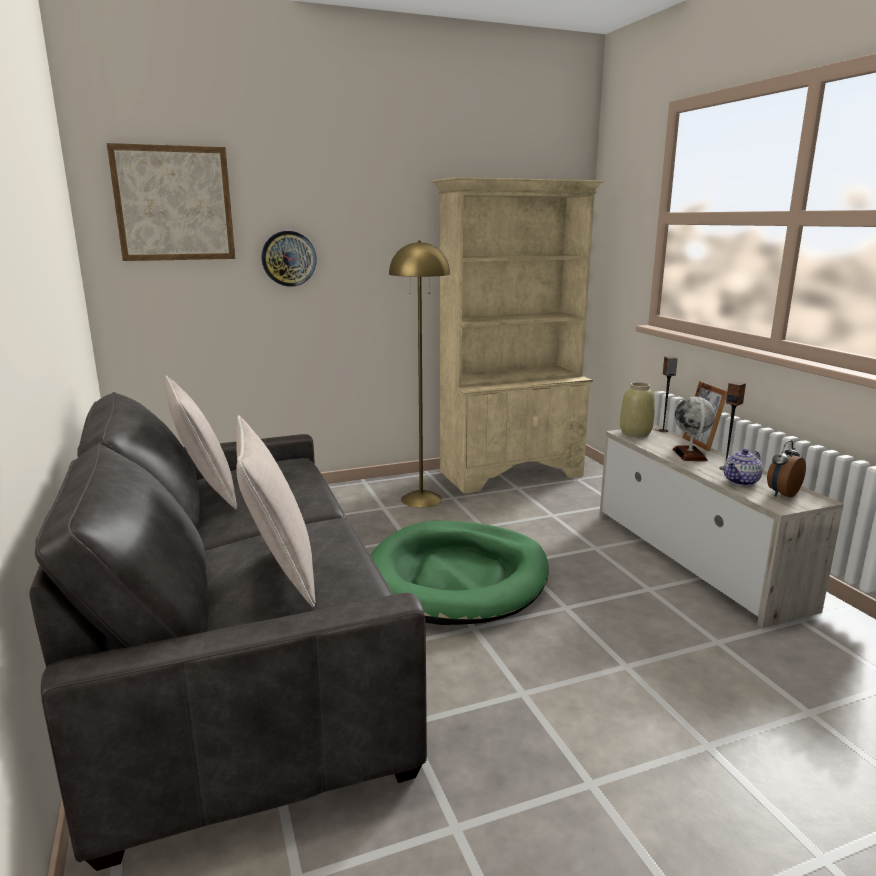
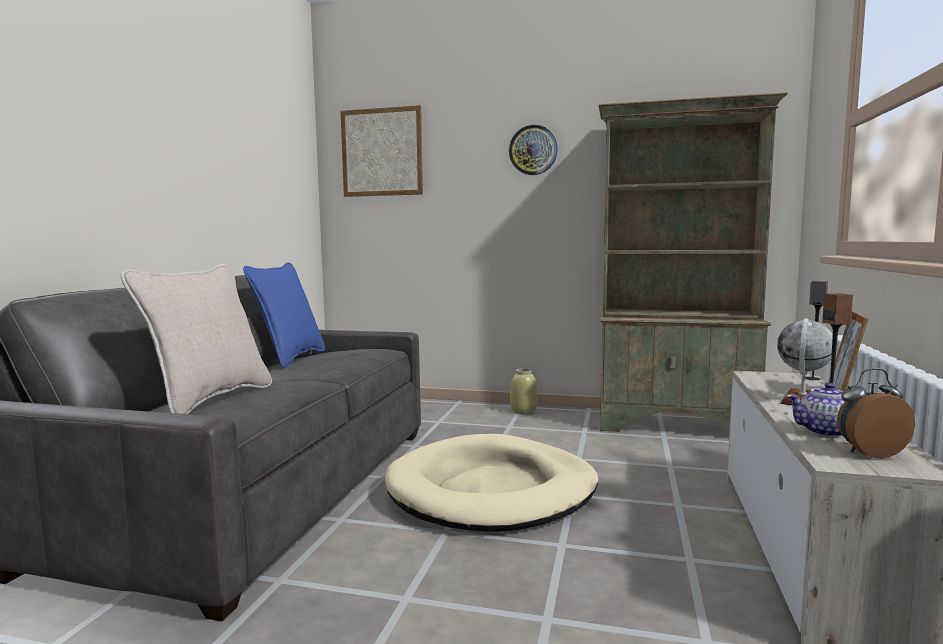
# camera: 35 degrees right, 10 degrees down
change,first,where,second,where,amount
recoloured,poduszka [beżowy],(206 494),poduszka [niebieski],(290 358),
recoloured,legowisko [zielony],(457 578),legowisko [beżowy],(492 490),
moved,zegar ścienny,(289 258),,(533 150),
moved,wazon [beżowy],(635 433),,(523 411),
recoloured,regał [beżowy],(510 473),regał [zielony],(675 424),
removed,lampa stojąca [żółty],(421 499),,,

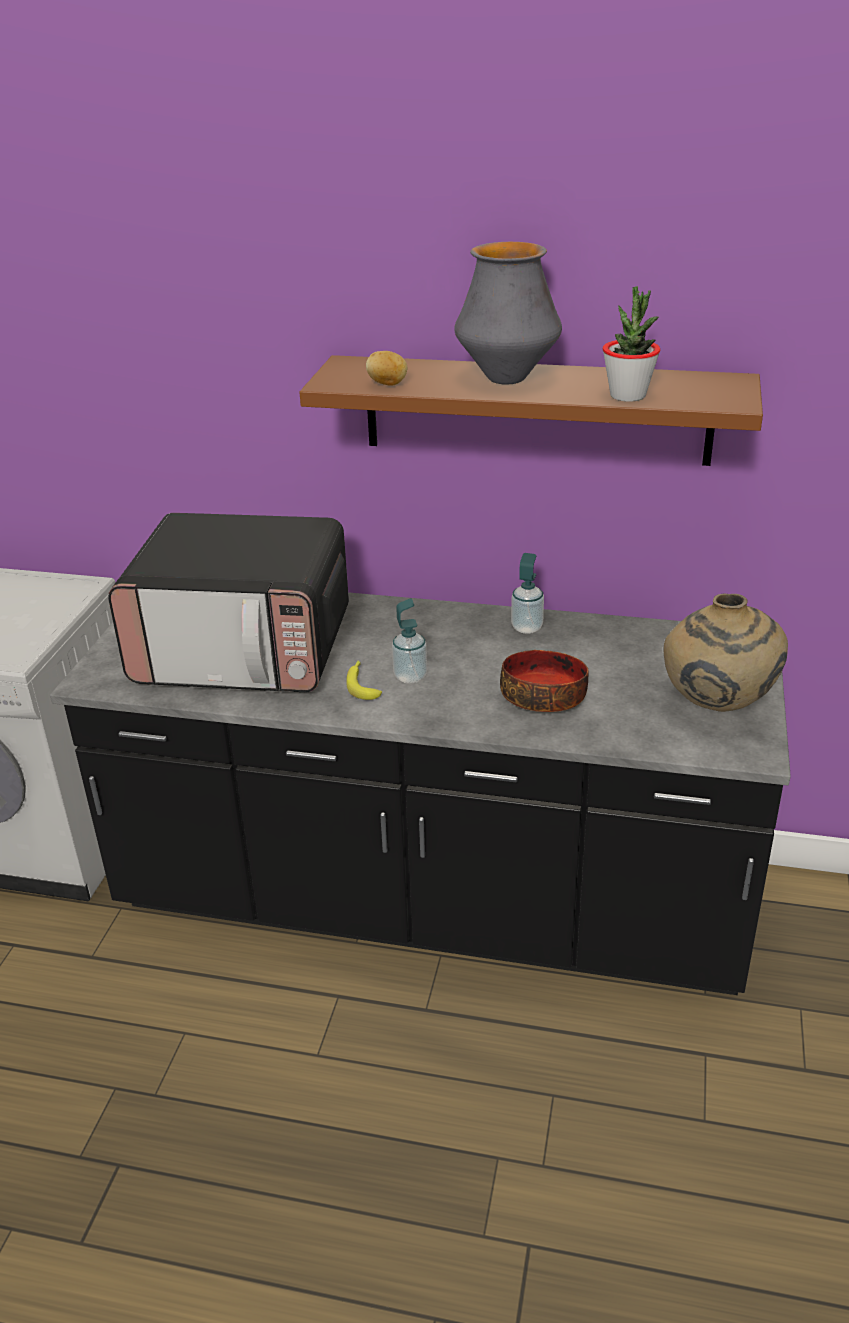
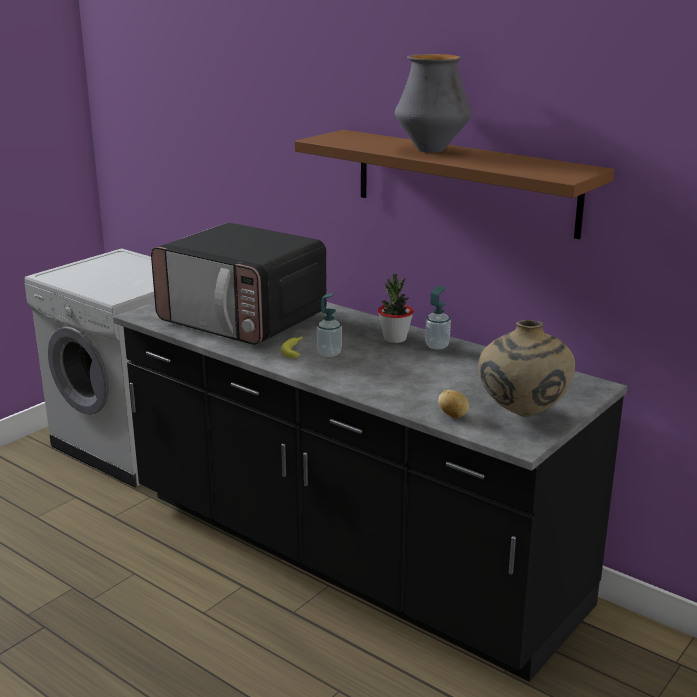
# camera: 25 degrees right, 10 degrees down
change,first,where,second,where,amount
moved,roślina doniczkowa,(628 396),,(395 339),
moved,ziemniak,(387 384),,(453 415),
removed,miska,(544 697),,,

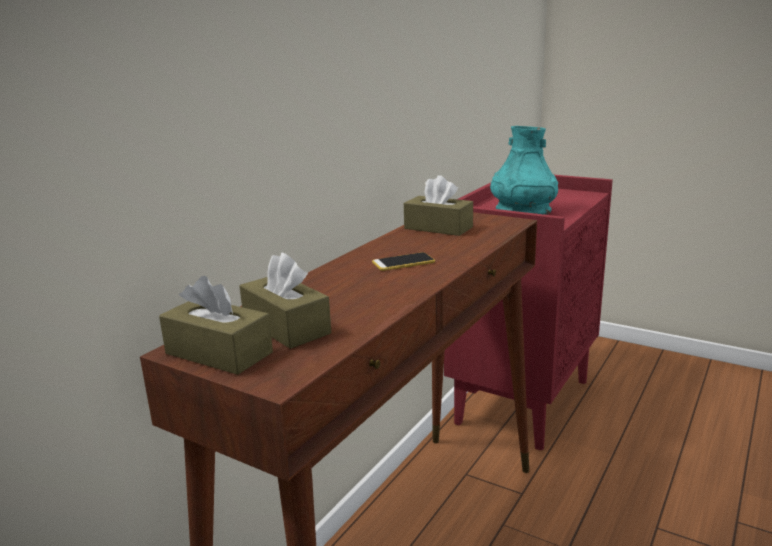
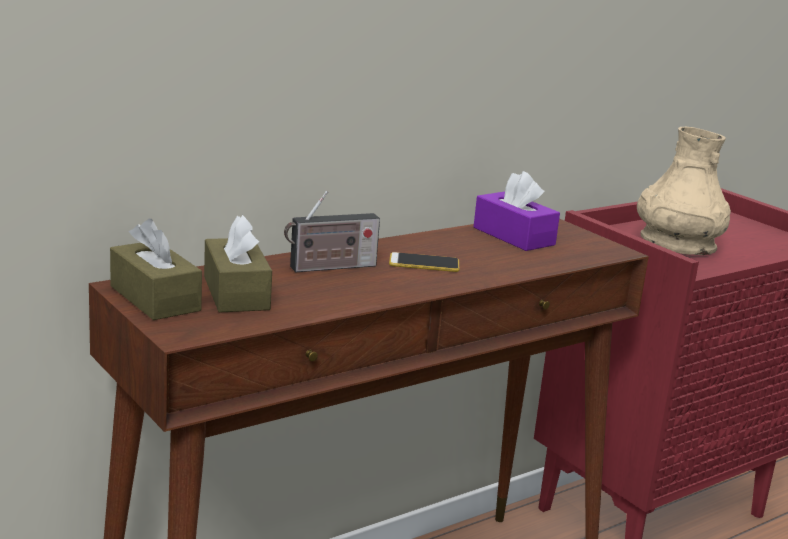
# camera: 20 degrees right, 0 degrees up
change,first,where,second,where,amount
added,,,radio,(329 267),
recoloured,pudełko chusteczek [brązowy],(438 228),pudełko chusteczek [fioletowy],(513 236),
recoloured,wazon [turkusowy],(523 211),wazon [beżowy],(677 244),

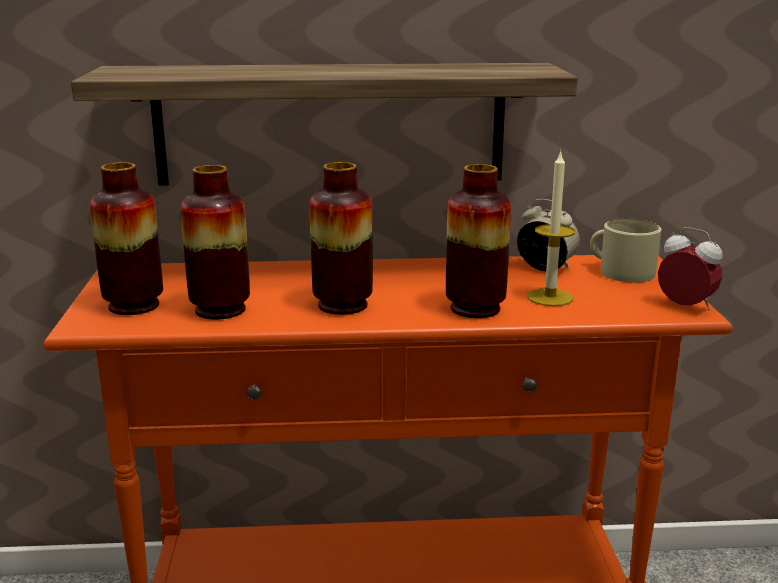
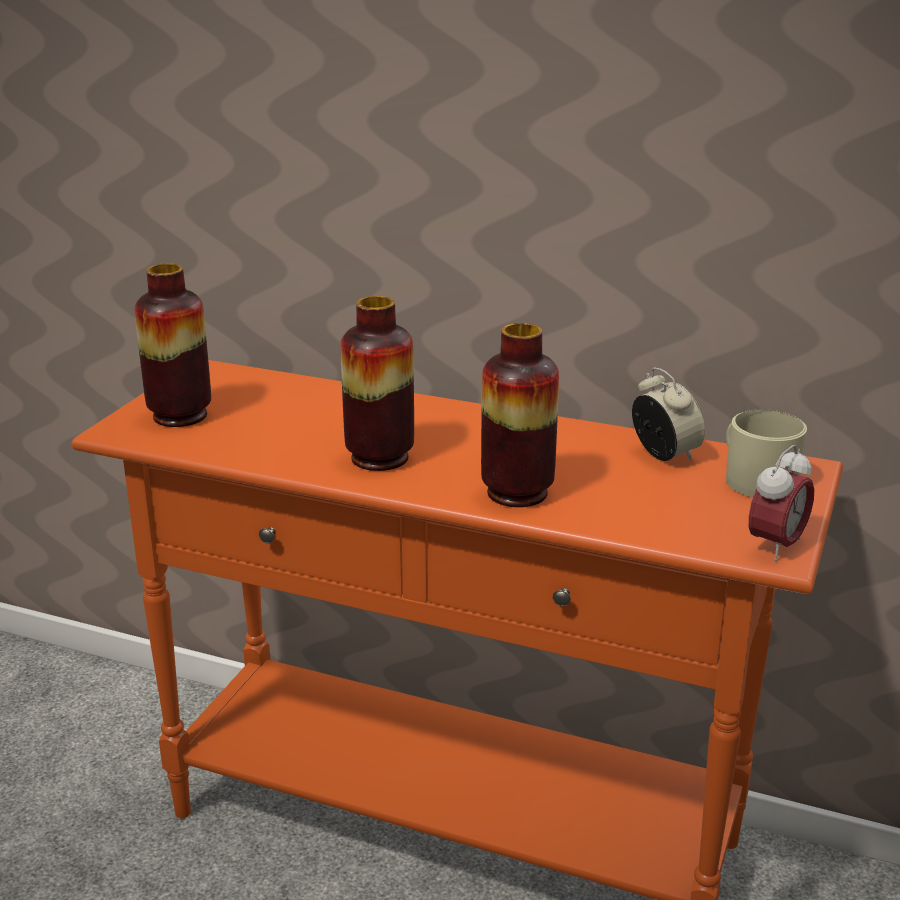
# camera: 25 degrees right, 5 degrees up
change,first,where,second,where,amount
turned,budzik,(685 307),,(776 546),60 degrees clockwise
removed,półka,(330 124),,,
removed,wazon,(220 310),,,
removed,świeca,(550 297),,,

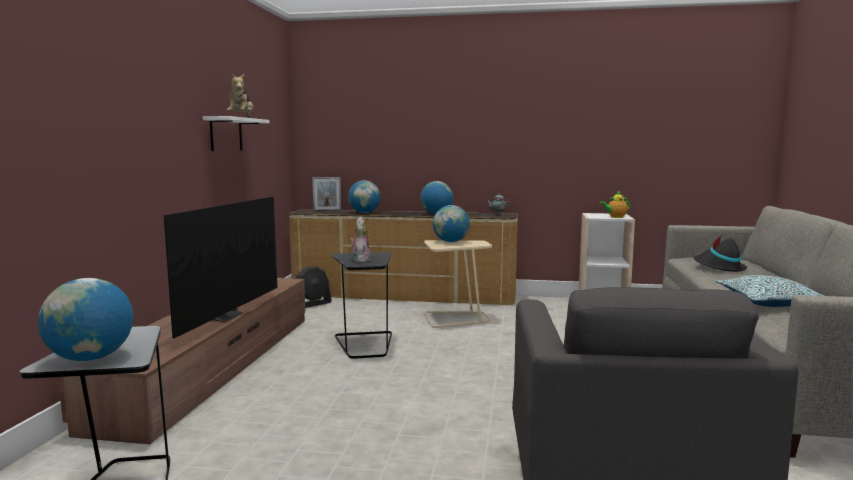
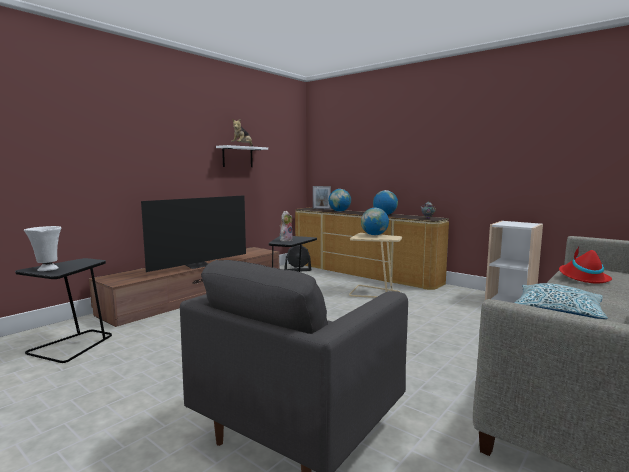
# camera: 30 degrees right, 0 degrees up
change,first,where,second,where,amount
replaced,globus,(90 358),wazon [biały],(47 269),
recoloured,kapelusz [czarny],(719 267),kapelusz [czerwony],(582 277),
removed,imbryk,(615 217),,,

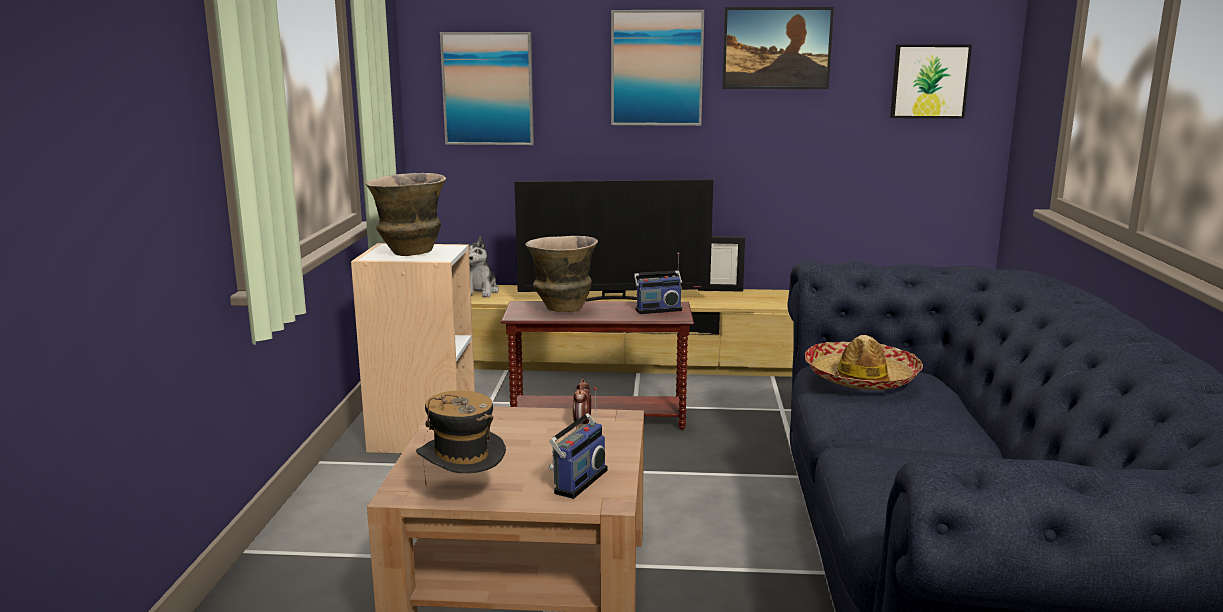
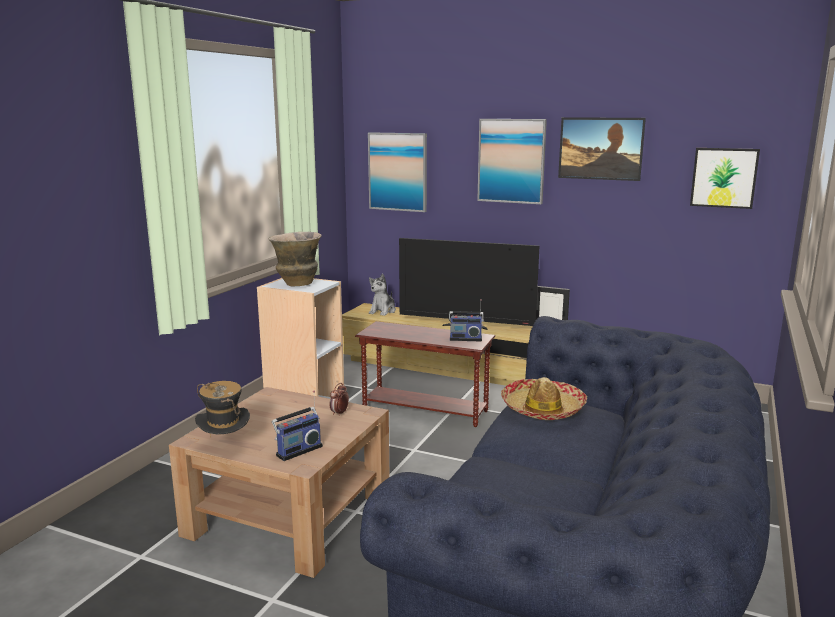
# camera: 20 degrees right, 0 degrees up
change,first,where,second,where,amount
removed,wazon,(562 308),,,

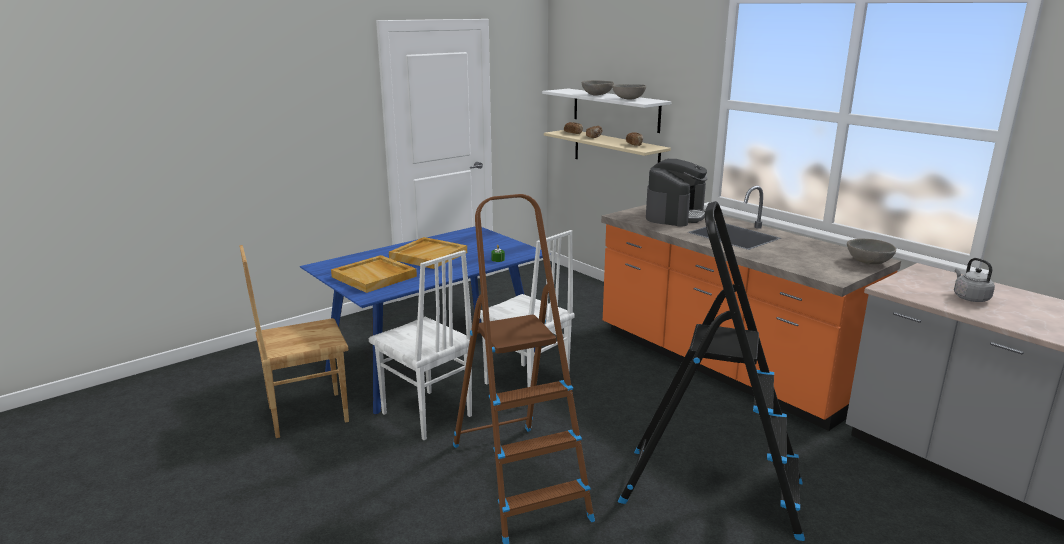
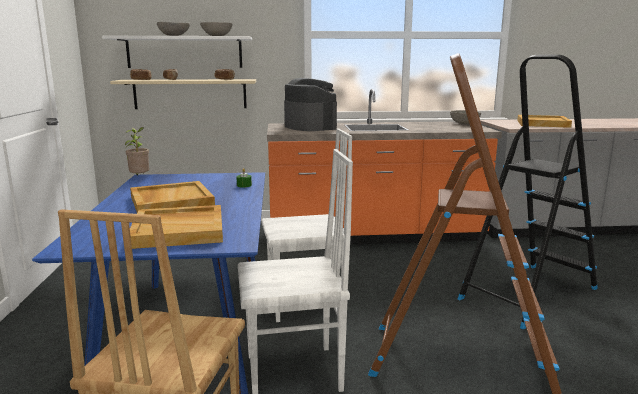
# camera: 55 degrees left, 5 degrees down
change,first,where,second,where,amount
added,,,roślina doniczkowa,(140 178),
replaced,czajnik [szary],(969 298),taca [beżowy],(542 124),

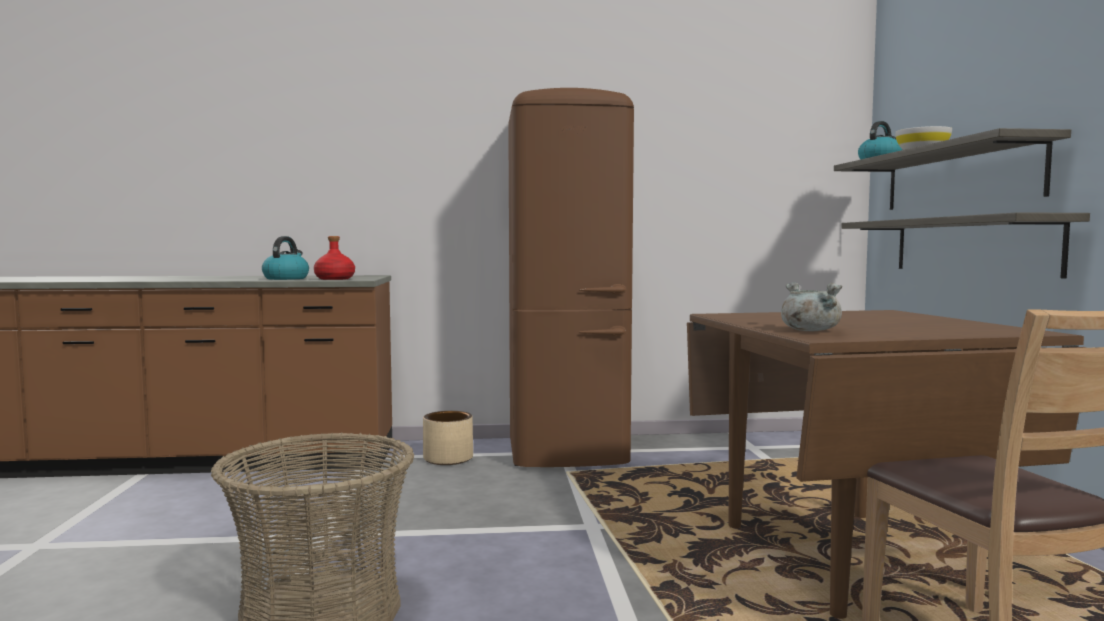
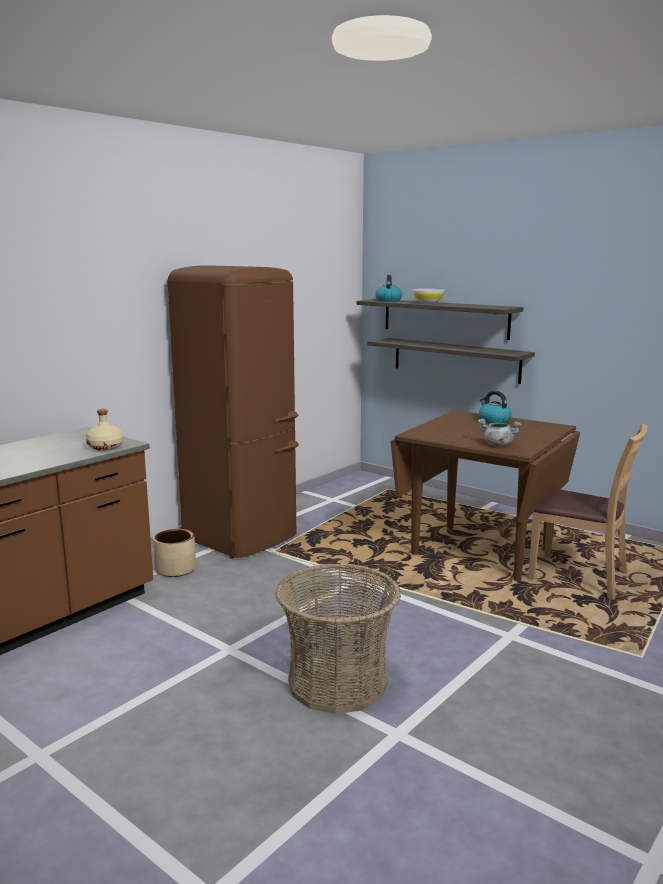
# camera: 45 degrees left, 10 degrees up
change,first,where,second,where,amount
recoloured,butelka [czerwony],(334 279),butelka [beżowy],(105 447),
moved,czajnik,(286 278),,(494 421),

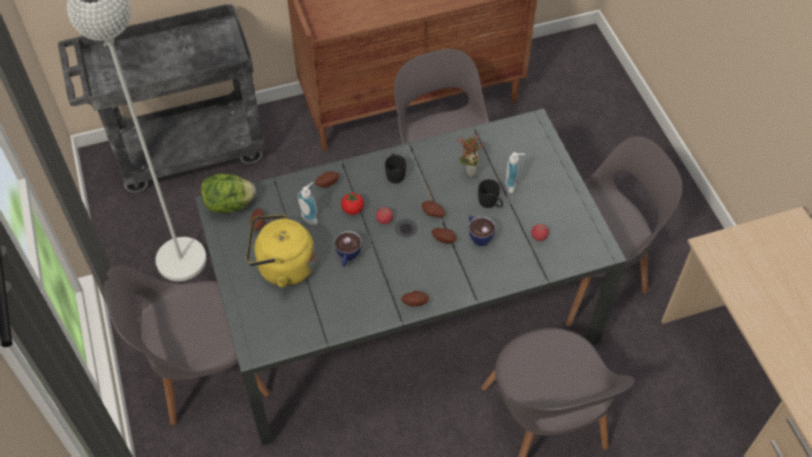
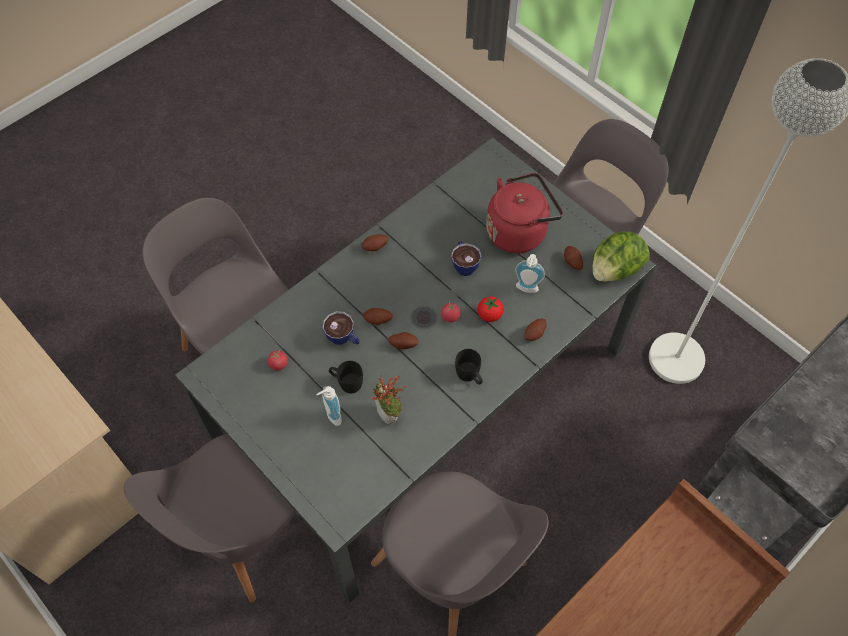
# camera: 155 degrees right, 5 degrees up
change,first,where,second,where,amount
recoloured,czajnik [żółty],(282 267),czajnik [czerwony],(519 231),

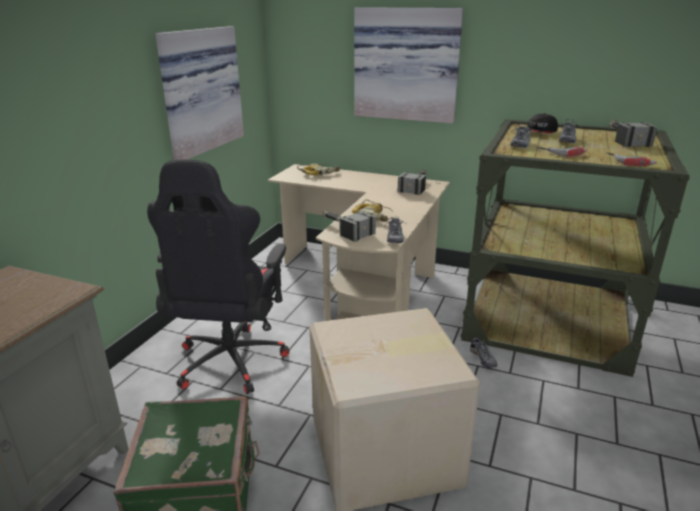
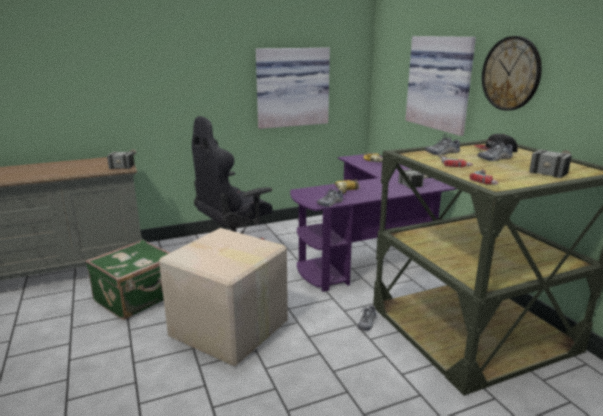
# camera: 45 degrees right, 5 degrees down
change,first,where,second,where,amount
moved,młotek,(344 230),,(126 163),
recoloured,biurko [beżowy],(366 284),biurko [fioletowy],(370 252),
added,,,zegar ścienny,(511 74),

